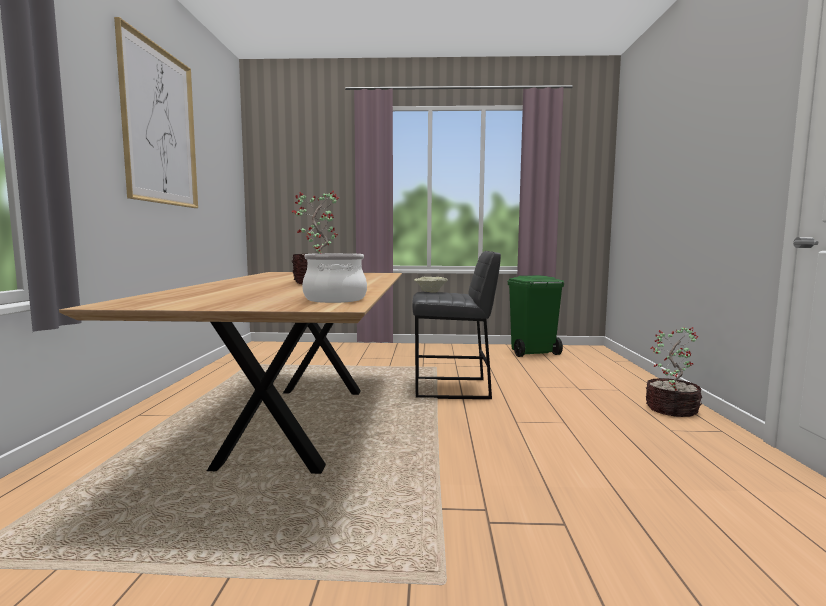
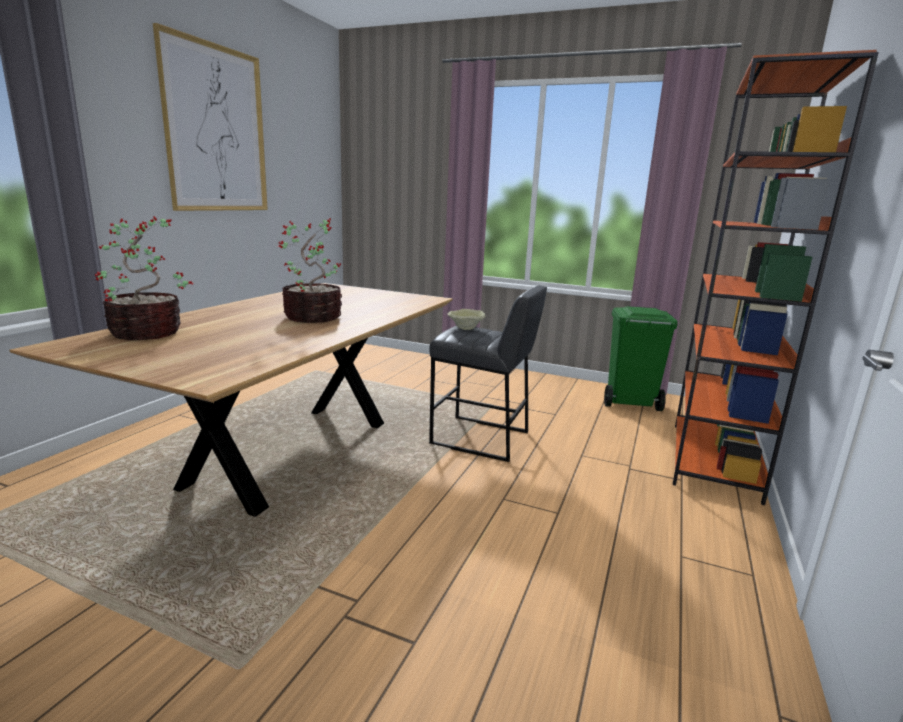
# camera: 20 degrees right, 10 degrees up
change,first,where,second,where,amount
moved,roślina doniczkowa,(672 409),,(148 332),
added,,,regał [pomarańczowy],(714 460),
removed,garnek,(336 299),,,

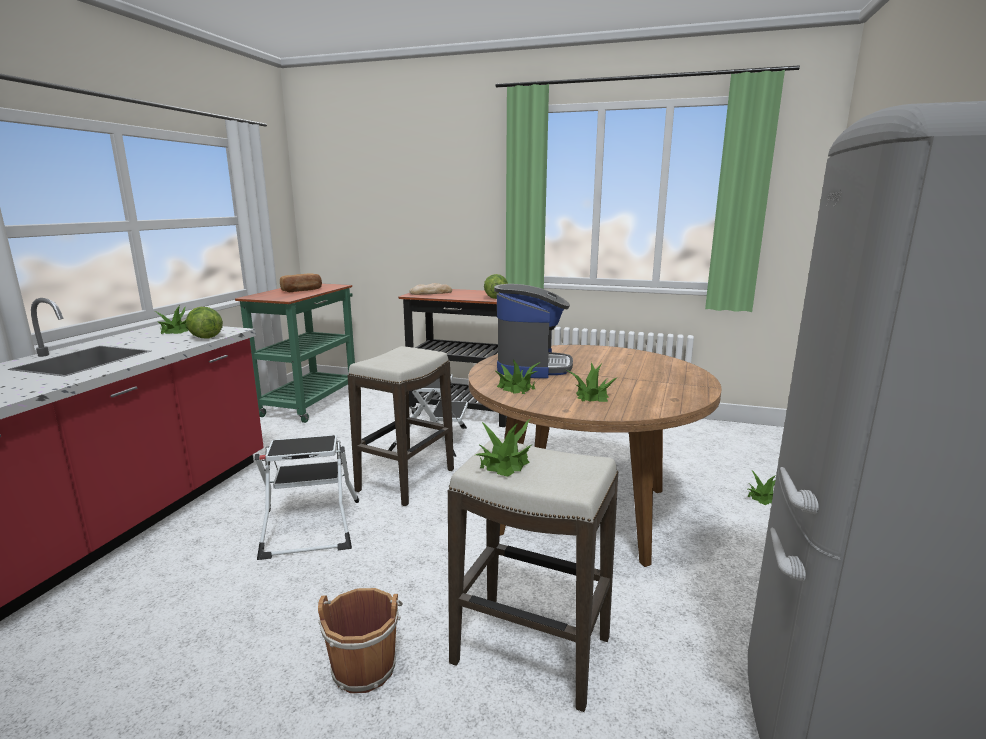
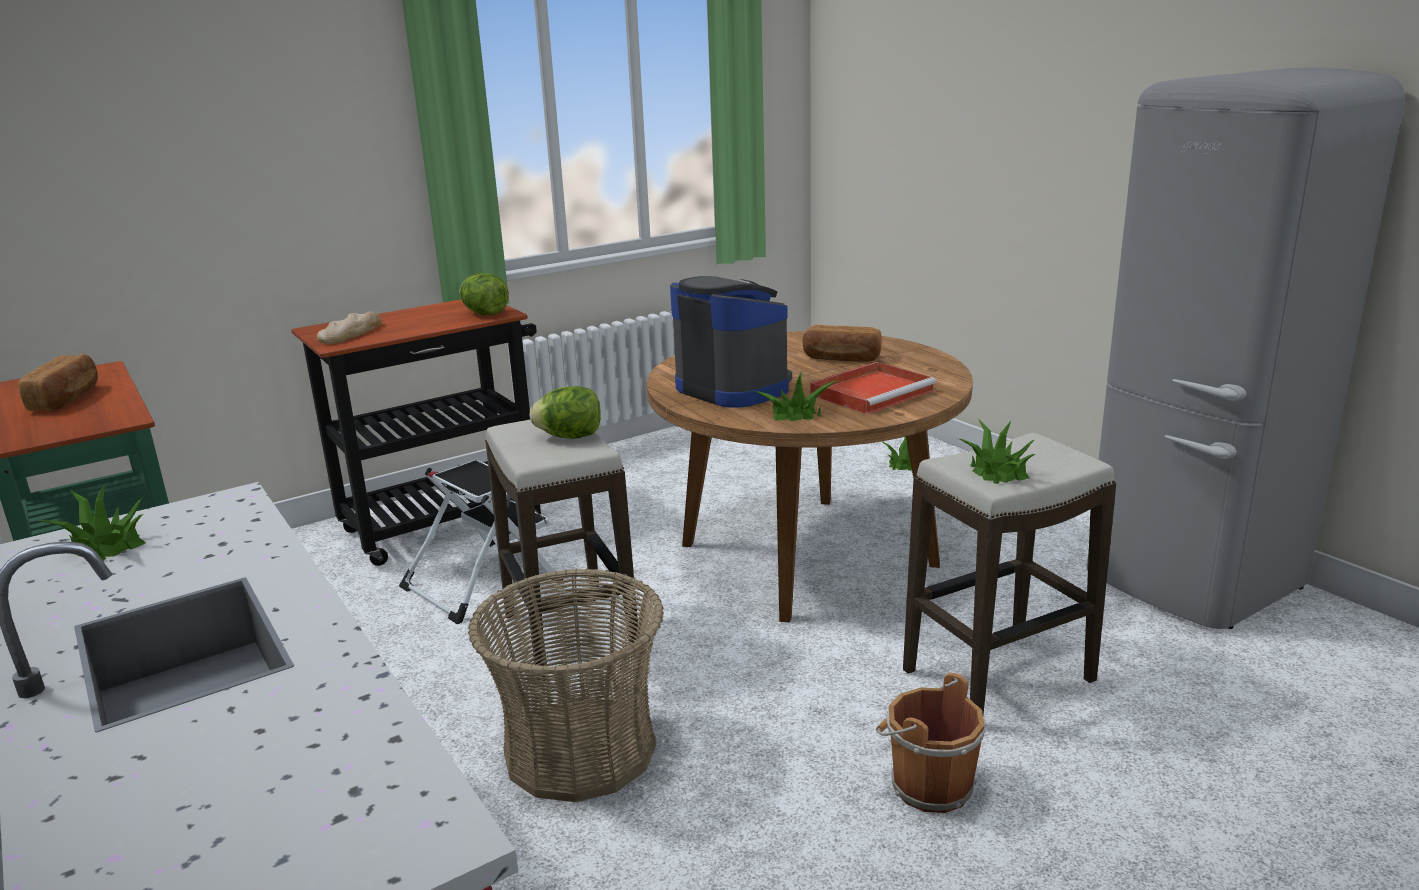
# camera: 50 degrees left, 5 degrees up
change,first,where,second,where,amount
replaced,drabinka,(310 525),koszyk,(580 750),
moved,sałata,(205 337),,(570 437),
added,,,chleb,(842 358),
replaced,roślina doniczkowa,(592 395),taca [czerwony],(873 392),

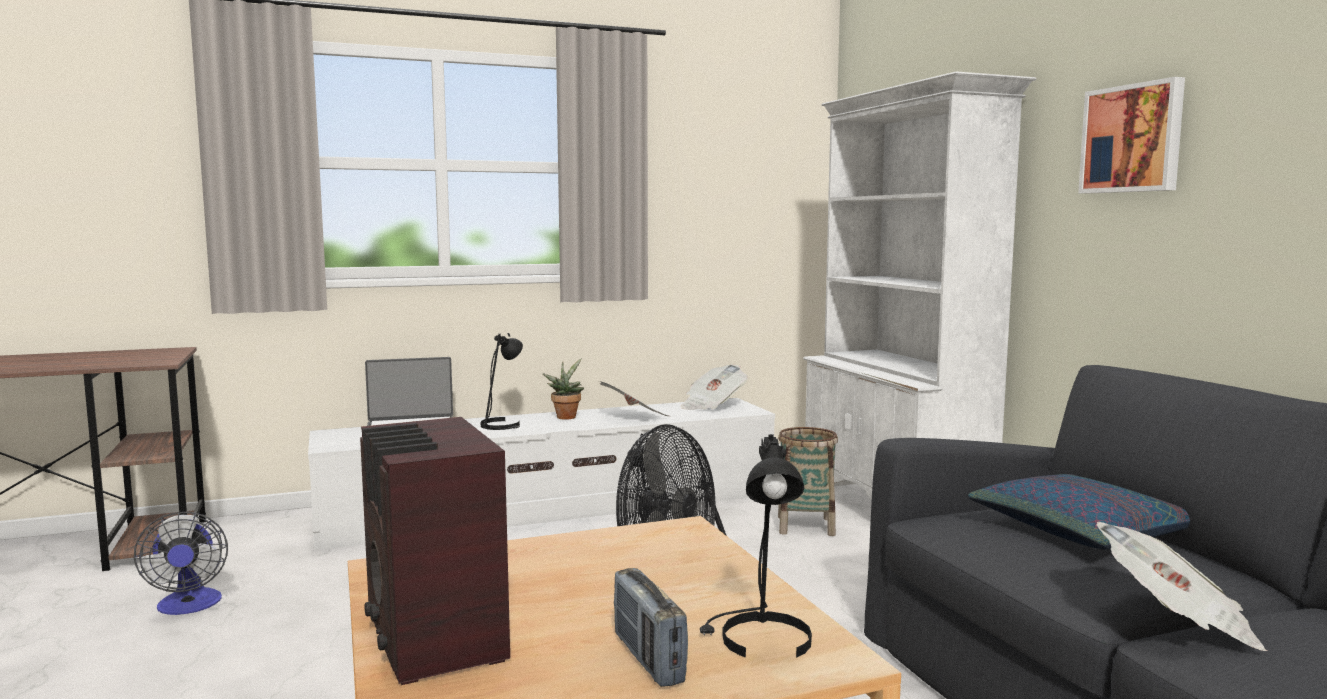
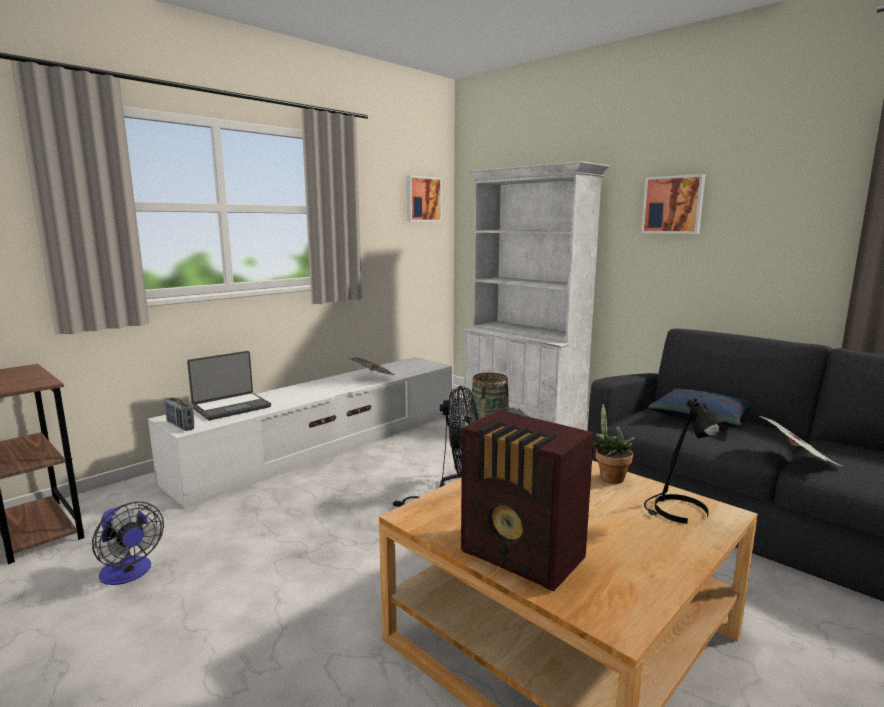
# camera: 25 degrees left, 5 degrees up
change,first,where,second,where,amount
moved,radio,(648 659),,(180 426),
added,,,obraz,(422 199),
moved,roślina doniczkowa,(566 417),,(609 477),
removed,lampa stołowa [czarny],(502 425),,,
removed,gazeta,(712 406),,,

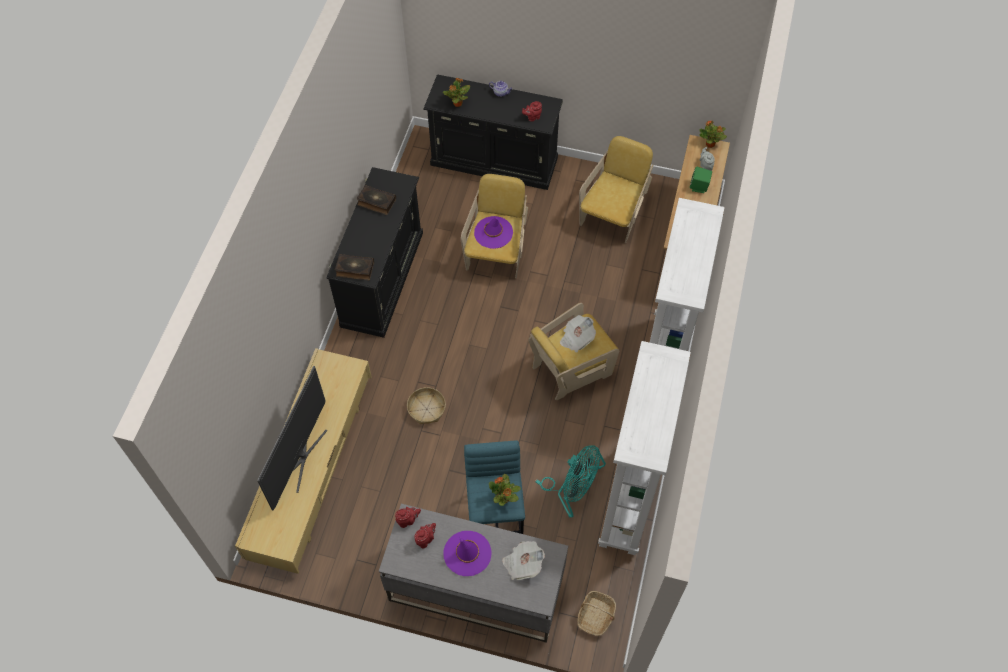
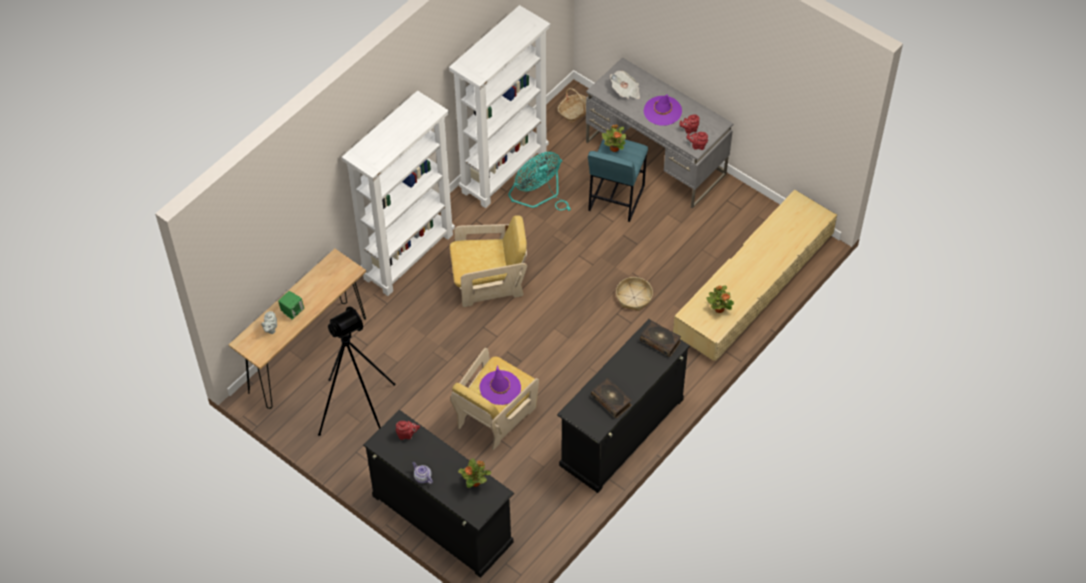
# camera: 155 degrees left, 5 degrees down
change,first,where,second,where,amount
replaced,fotel [żółty],(613 214),lampa stojąca [czarny],(357 409),
moved,roślina doniczkowa,(710 144),,(719 309),
removed,telewizor,(301 457),,,
removed,gazeta,(576 338),,,

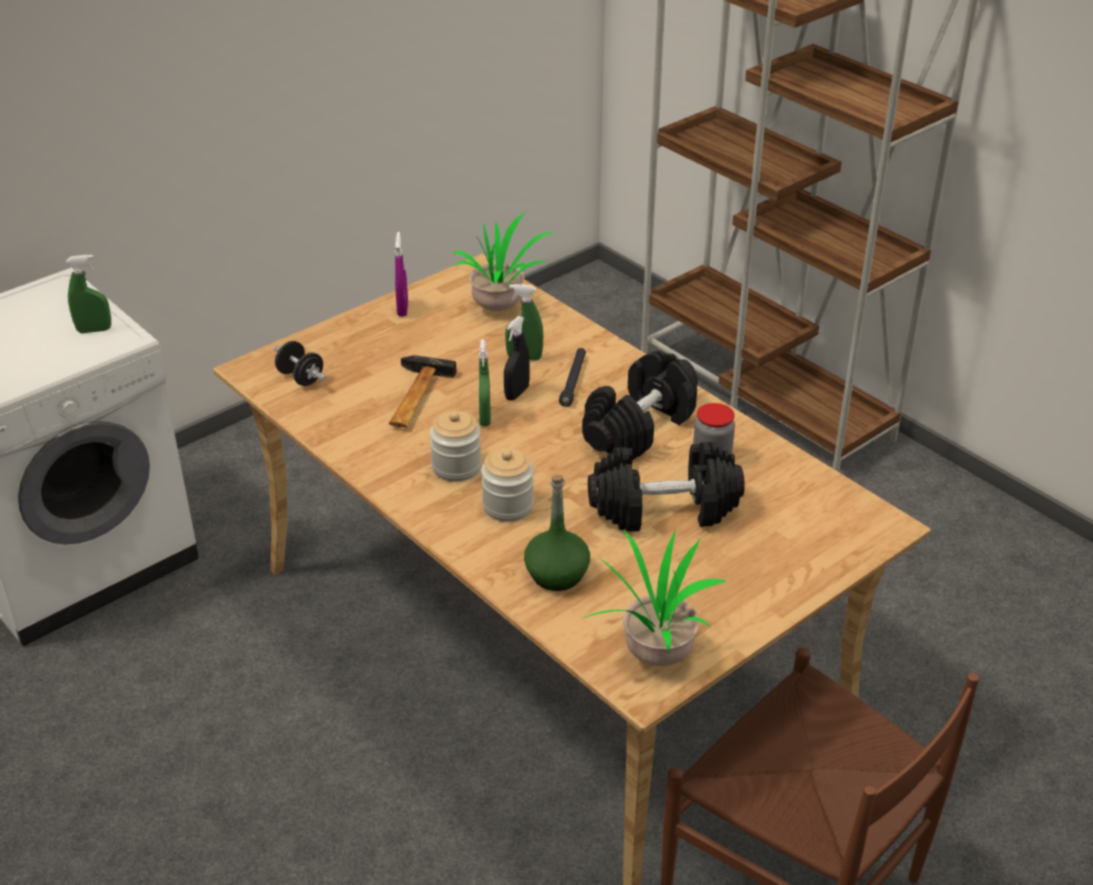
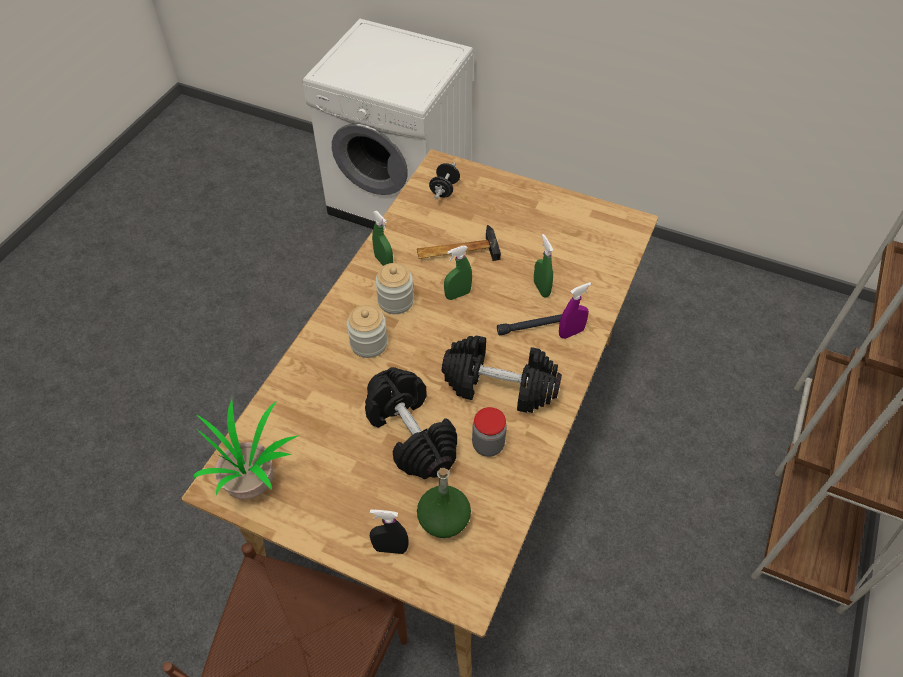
# camera: 65 degrees right, 15 degrees up
change,first,where,second,where,amount
moved,spryskiwacz [czarny],(517 393),,(390 548),
moved,spryskiwacz [zielony],(94 330),,(384 262),
moved,butelka [zielony],(556 574),,(443 519),
moved,spryskiwacz [fioletowy],(402 309),,(571 333),
removed,roślina doniczkowa,(501 307),,,

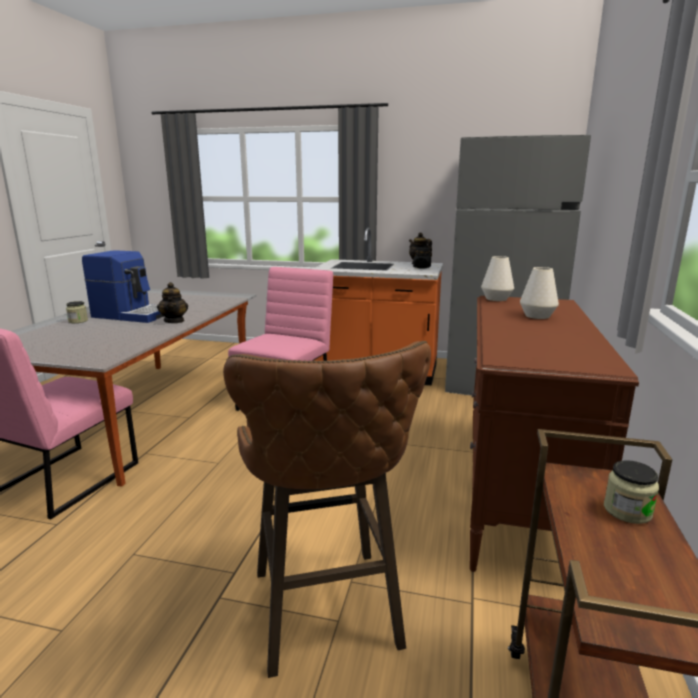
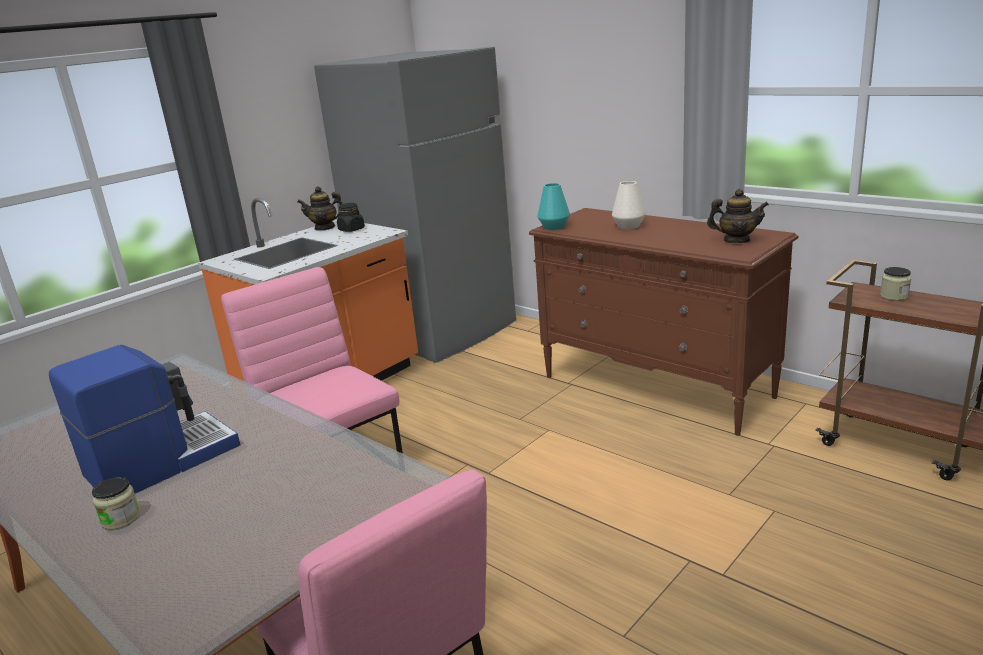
# camera: 60 degrees left, 5 degrees up
change,first,where,second,where,amount
recoloured,wazon [biały],(496 299),wazon [turkusowy],(554 227),
moved,imbryk,(174 321),,(736 240),
removed,stołek [brązowy],(327 614),,,

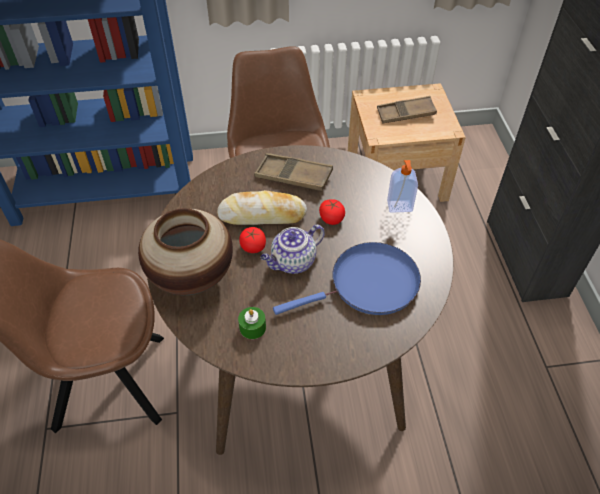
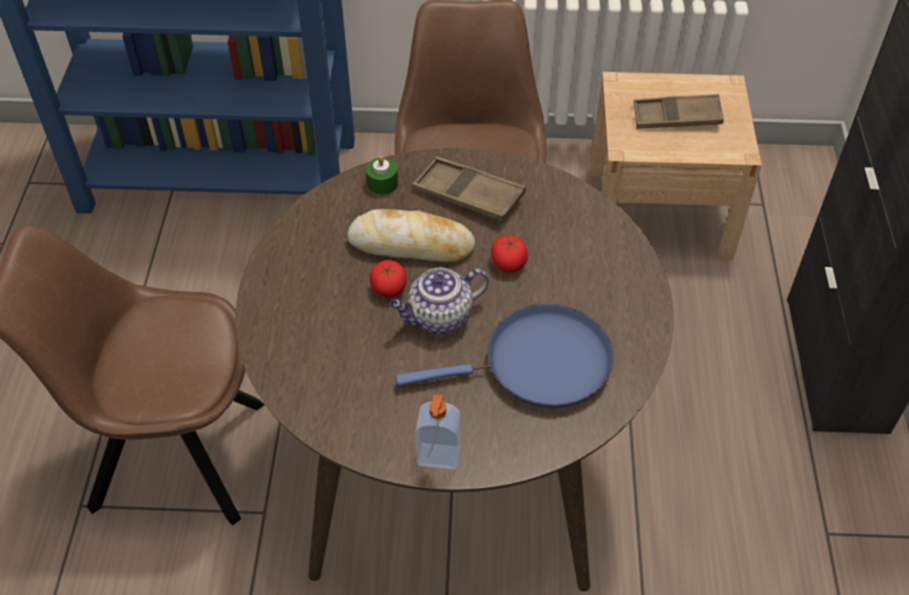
# camera: 10 degrees right, 0 degrees up
change,first,where,second,where,amount
moved,świeca [zielony],(252 327),,(382 183),
moved,dozownik mydła,(399 207),,(438 457),
removed,wazon,(192 277),,,

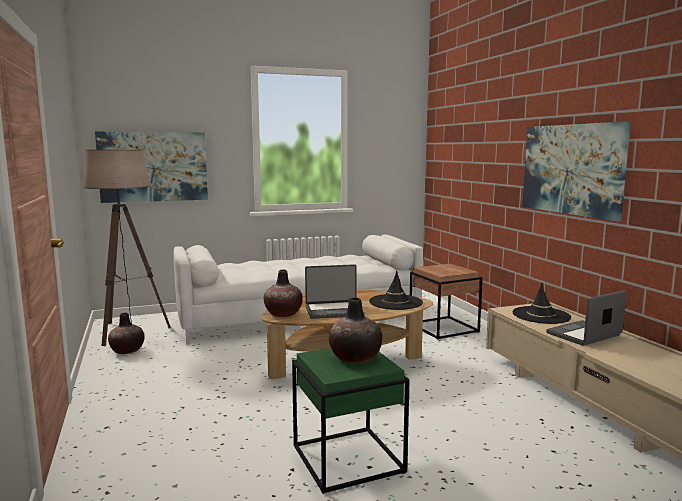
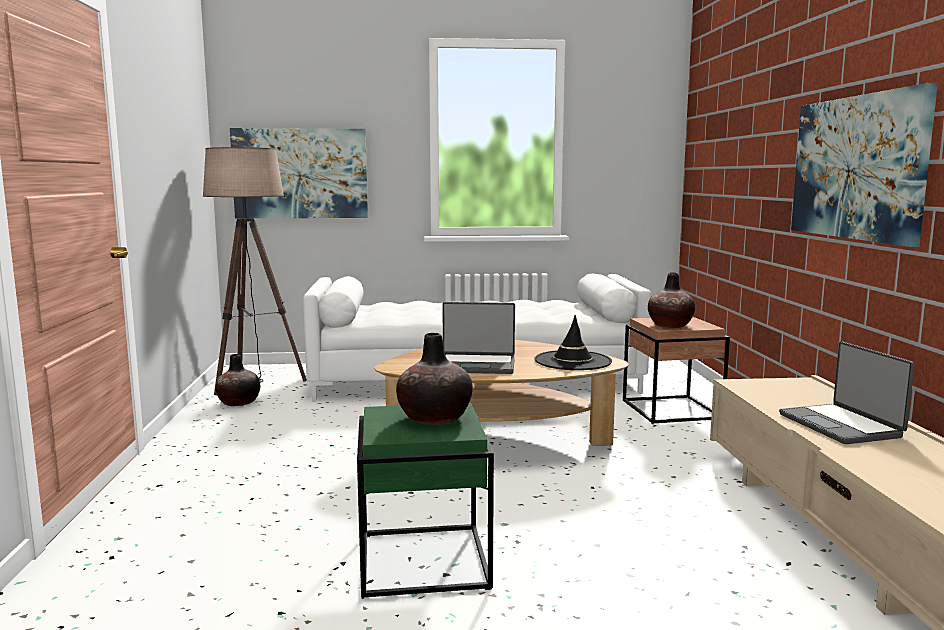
# camera: 15 degrees right, 0 degrees up
change,first,where,second,where,amount
moved,wazon,(283 314),,(670 326),
turned,laptop,(584 335),,(841 425),90 degrees counterclockwise
removed,kapelusz [czarny],(541 315),,,

